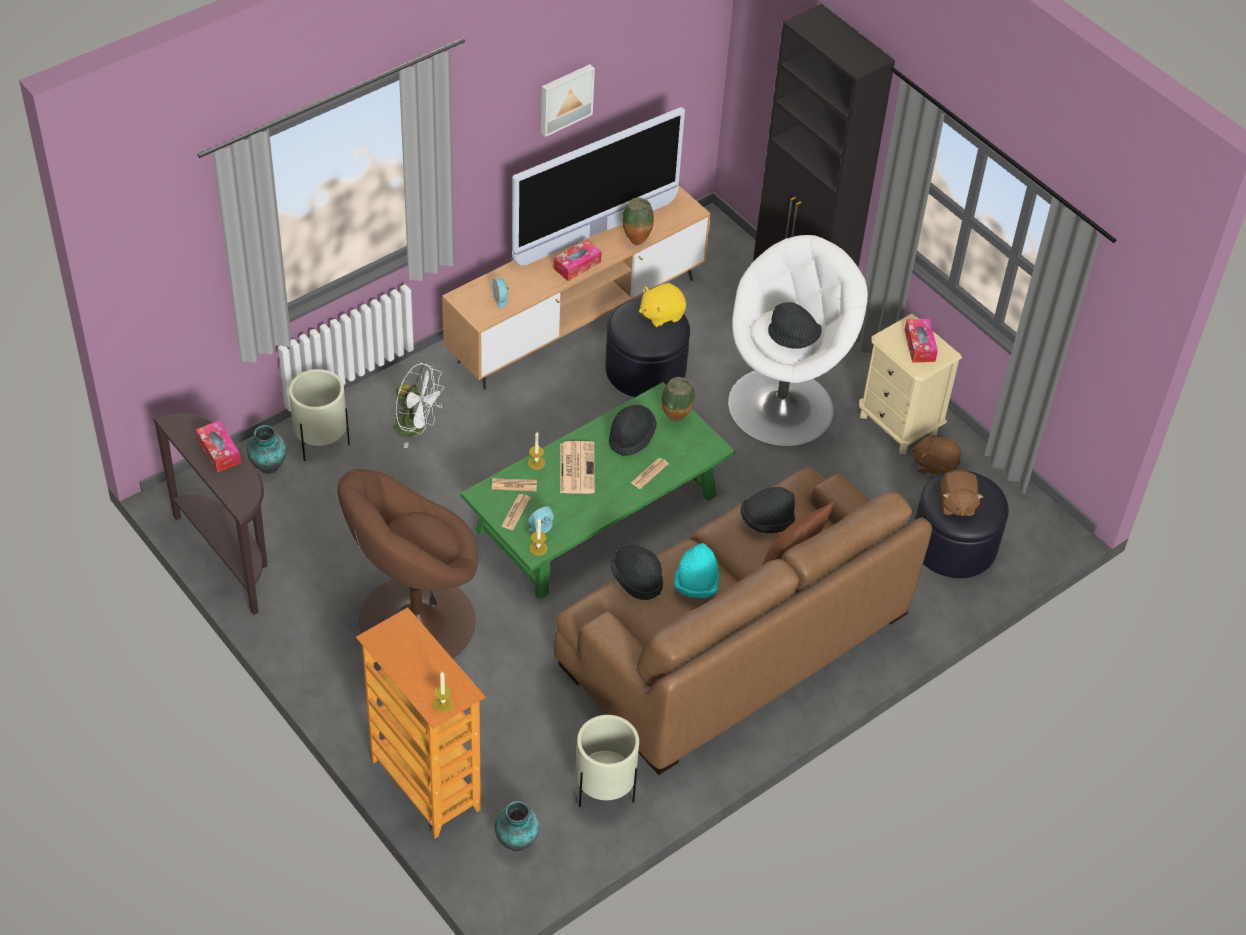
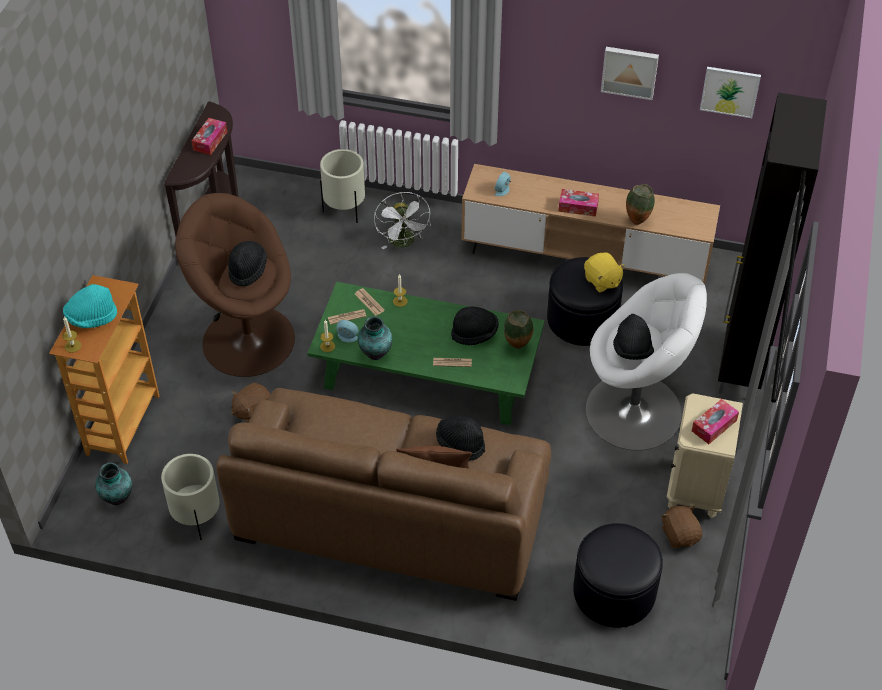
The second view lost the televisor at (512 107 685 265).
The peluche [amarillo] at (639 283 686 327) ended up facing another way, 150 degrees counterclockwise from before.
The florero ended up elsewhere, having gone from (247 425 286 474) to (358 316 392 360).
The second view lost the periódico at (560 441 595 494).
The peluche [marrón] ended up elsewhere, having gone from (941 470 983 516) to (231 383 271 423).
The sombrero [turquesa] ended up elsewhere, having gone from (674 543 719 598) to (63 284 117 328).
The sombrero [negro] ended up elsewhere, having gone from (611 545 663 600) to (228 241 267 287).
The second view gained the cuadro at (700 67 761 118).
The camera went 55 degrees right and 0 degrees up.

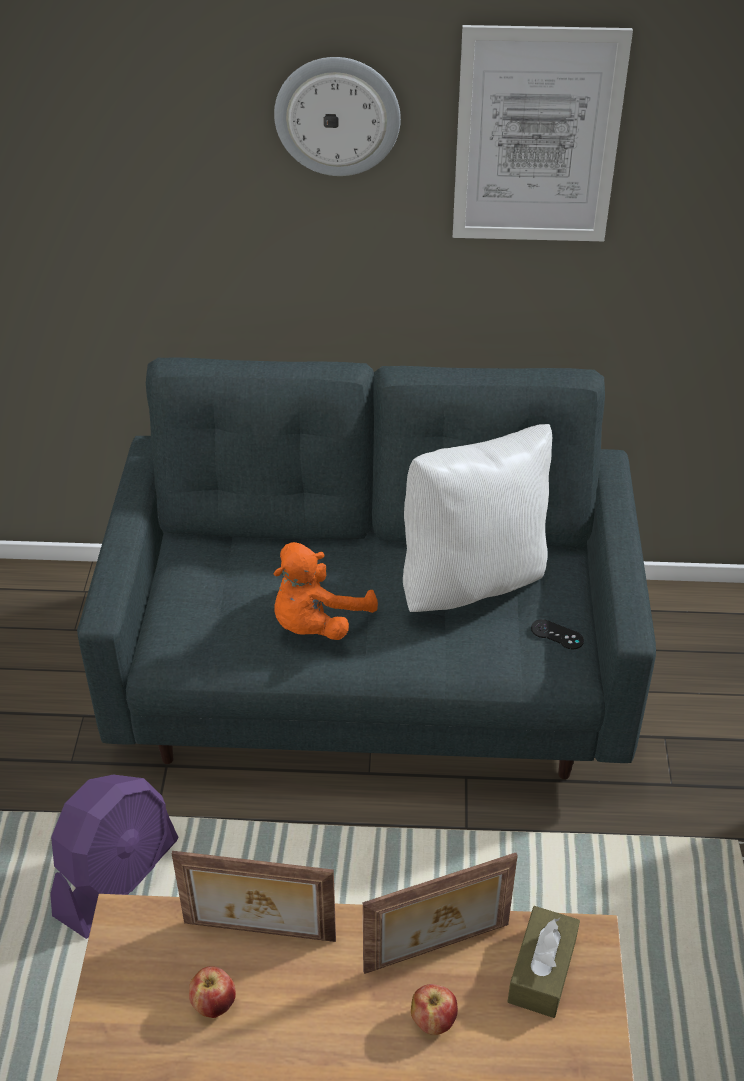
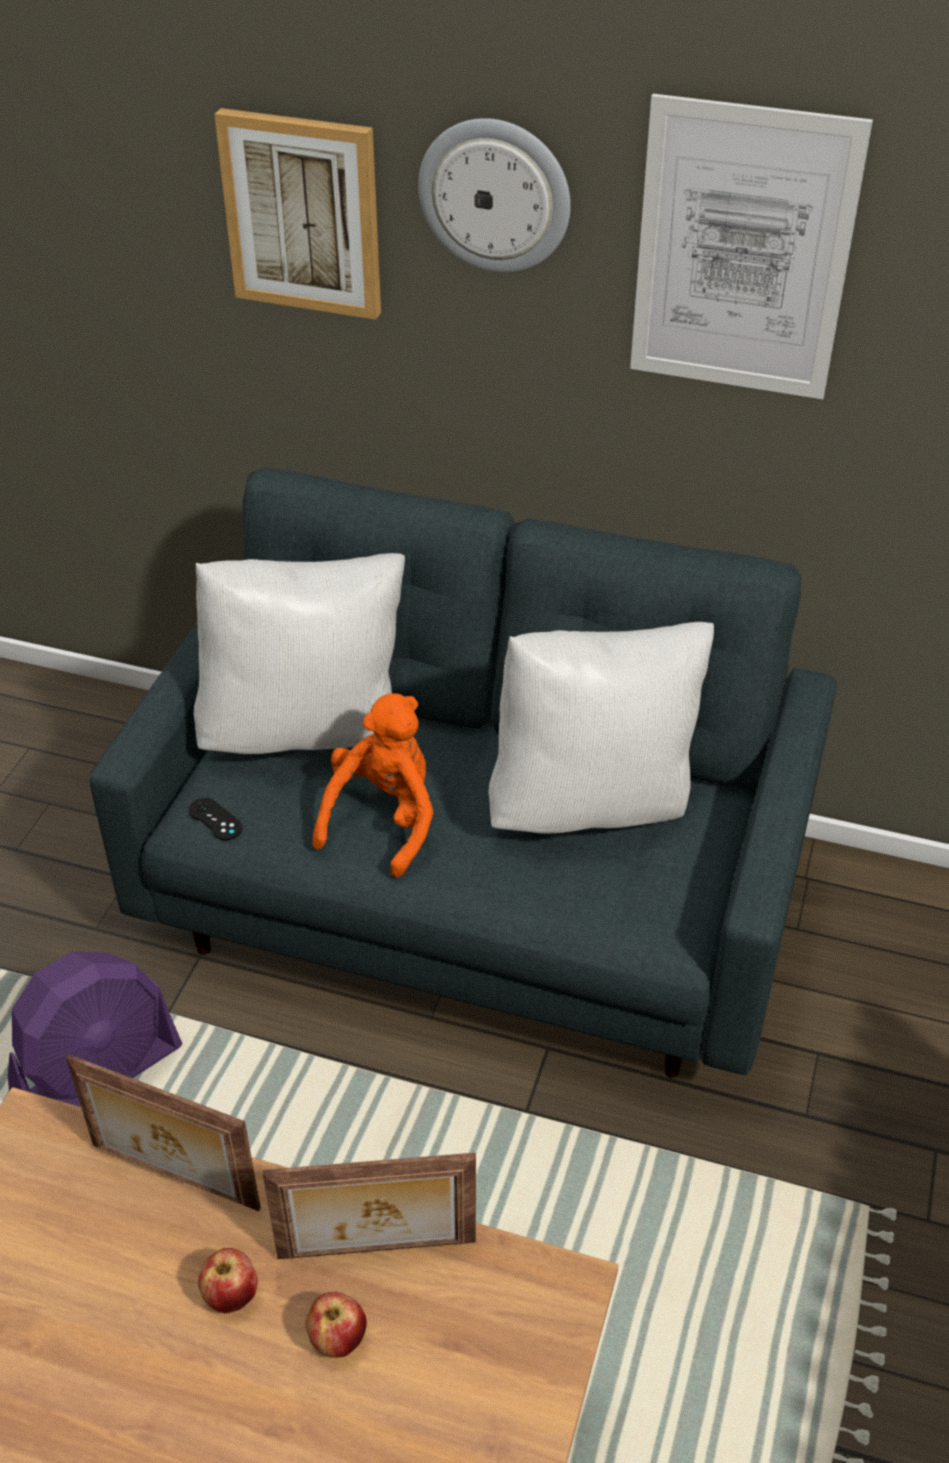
The peluche [naranja] at (273 542 378 640) ended up facing another way, 150 degrees clockwise from before.
The mando de consola [negro] ended up elsewhere, having gone from (531 619 584 649) to (189 798 243 840).
The second view lost the caja de pañuelos [marrón] at (507 906 580 1018).
The manzana ended up elsewhere, having gone from (189 966 236 1018) to (198 1248 258 1313).
The second view gained the cuadro at (214 108 381 320).
The second view gained the cojín [blanco] at (194 553 405 754).
The camera went 15 degrees right and 0 degrees up.

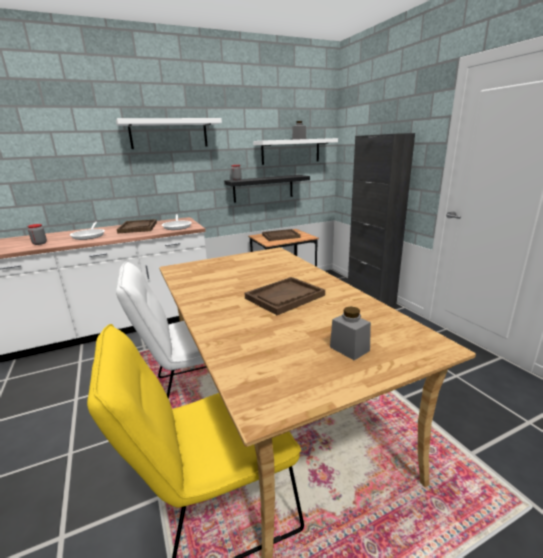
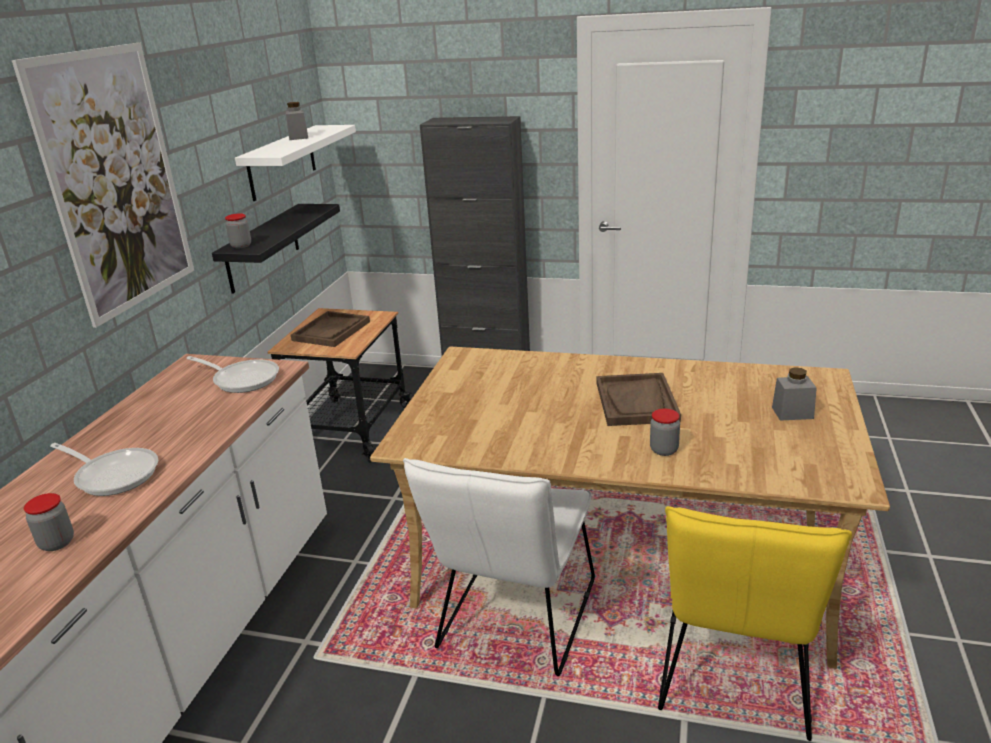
Where the estante [blanco] hung at (116 118 222 149), the cuadro came to hang at (12 43 194 328).
The second view lost the bandeja [marrón] at (117 219 157 233).
The second view gained the tarro at (650 409 680 456).
The camera went 50 degrees left and 5 degrees up.

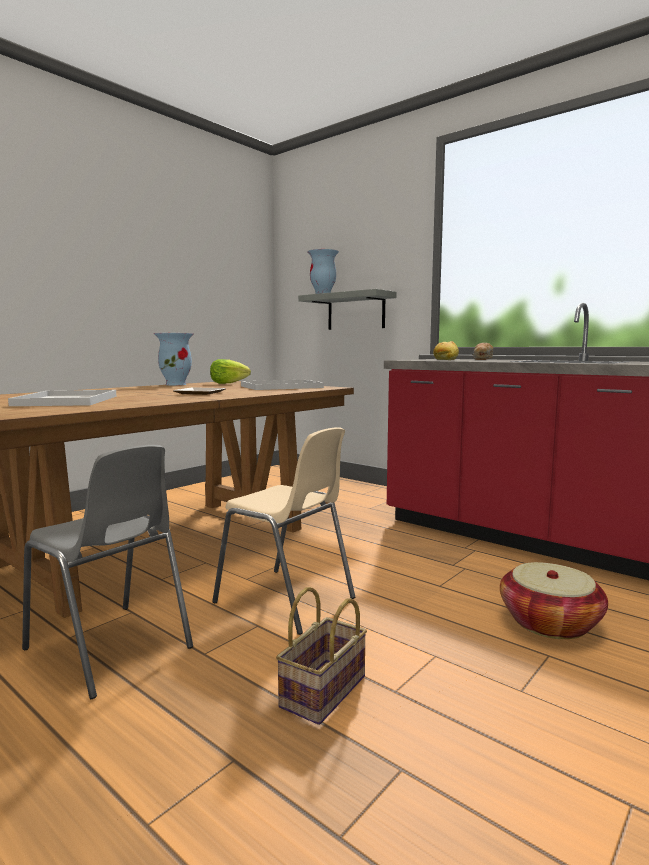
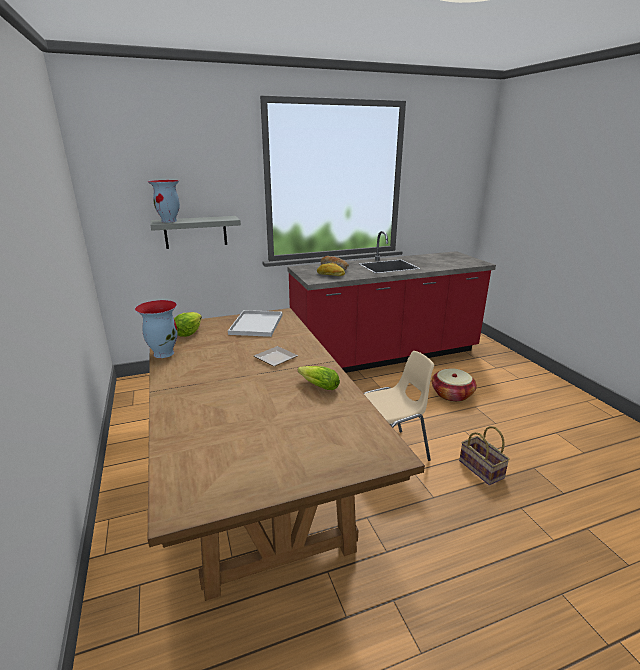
The second view lost the bandeja [blanco] at (8 390 117 406).
The second view lost the silla [gris] at (22 445 193 699).
The second view gained the lechuga at (298 366 340 390).
The camera went 60 degrees left and 15 degrees up.

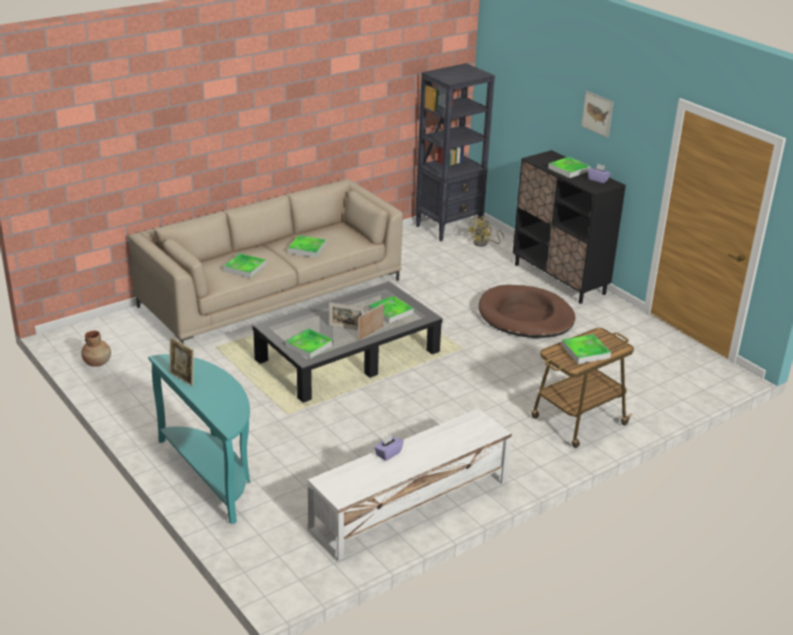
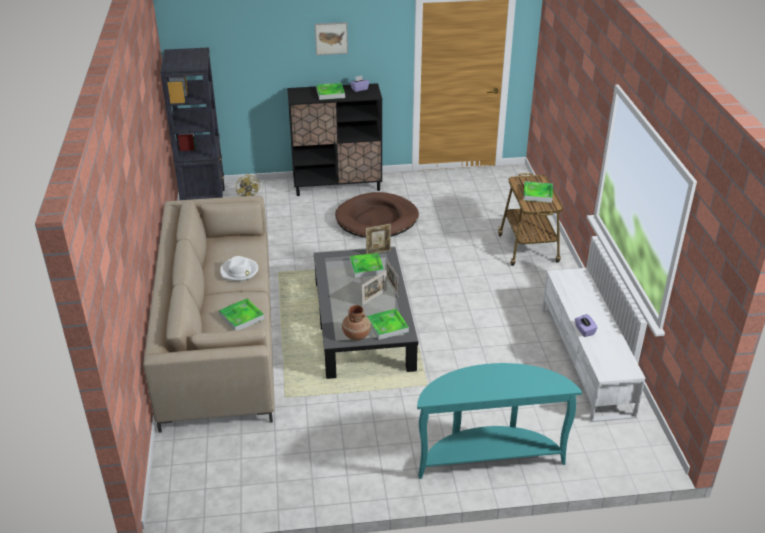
Where the bandeja stood at (288 235 326 258), the sombrero [blanco] came to stand at (220 256 258 281).
The florero [marrón] ended up elsewhere, having gone from (81 331 111 367) to (342 305 371 340).
The portarretratos ended up elsewhere, having gone from (170 337 194 386) to (366 224 391 254).
The camera went 60 degrees left and 5 degrees up.

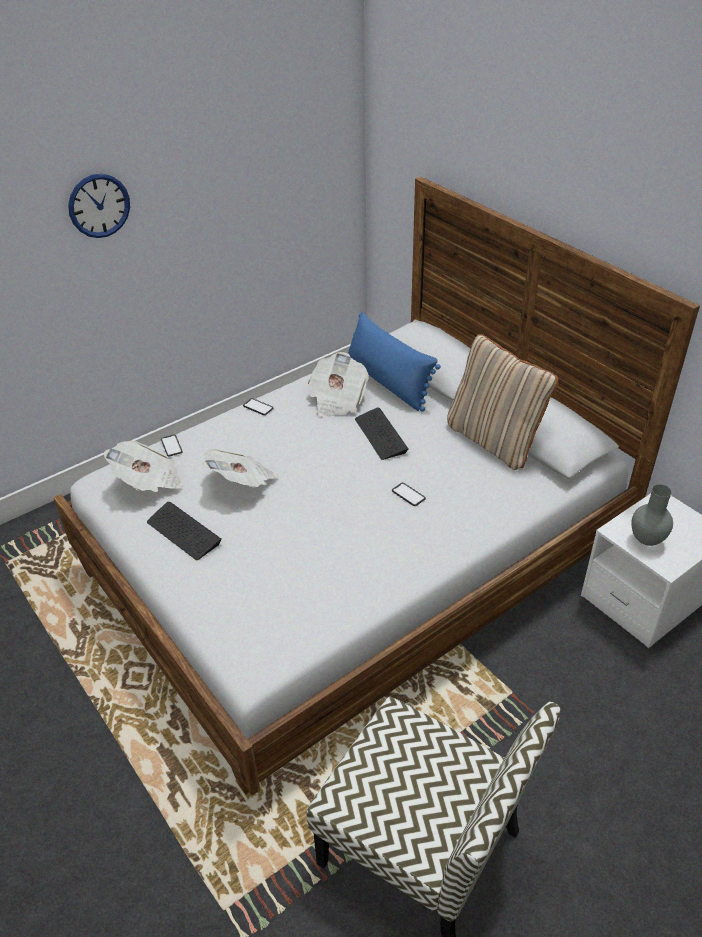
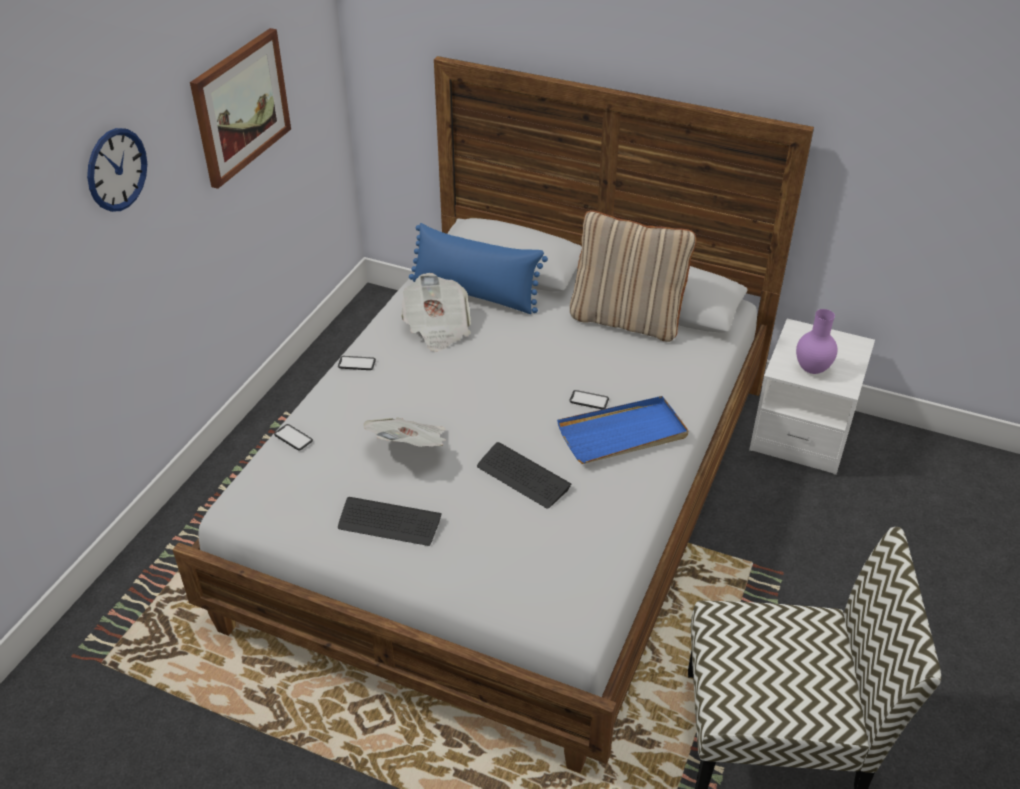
The teclado ended up elsewhere, having gone from (355 407 408 460) to (477 442 571 509).
The second view lost the periódico at (104 441 183 492).
What was the florero [gris] at (631 484 673 546) turned into the florero [morado] at (796 309 838 374).
The second view gained the cuadro at (190 28 291 189).
The second view gained the bandeja [azul] at (557 396 689 464).
The camera went 30 degrees left and 0 degrees up.

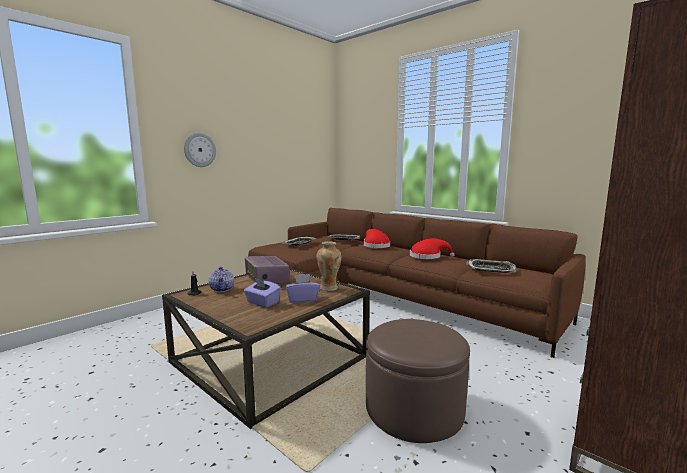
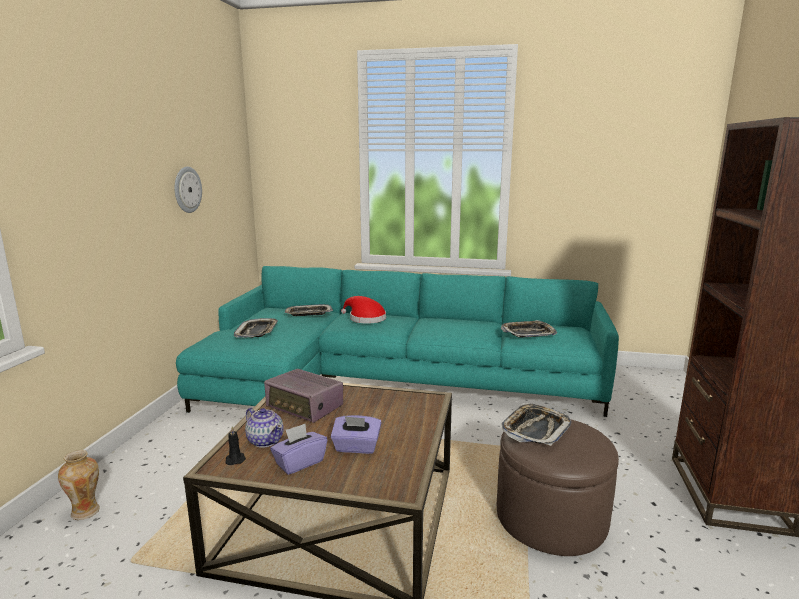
The reloj de pared ended up elsewhere, having gone from (184 133 216 167) to (175 167 202 213).
What was the sofá [marrón] at (248 208 586 358) turned into the sofá [turquesa] at (176 266 619 417).
The second view lost the sombrero [rojo] at (410 238 455 259).
The florero ended up elsewhere, having gone from (316 241 342 291) to (58 450 100 520).
The caja de pañuelos [morado] ended up elsewhere, having gone from (286 274 320 303) to (270 424 327 475).
The second view gained the bandeja at (502 403 571 446).
The camera went 30 degrees left and 5 degrees up.

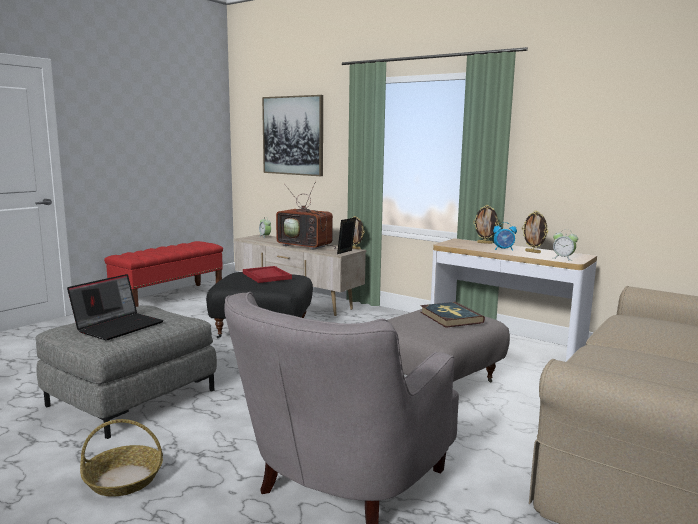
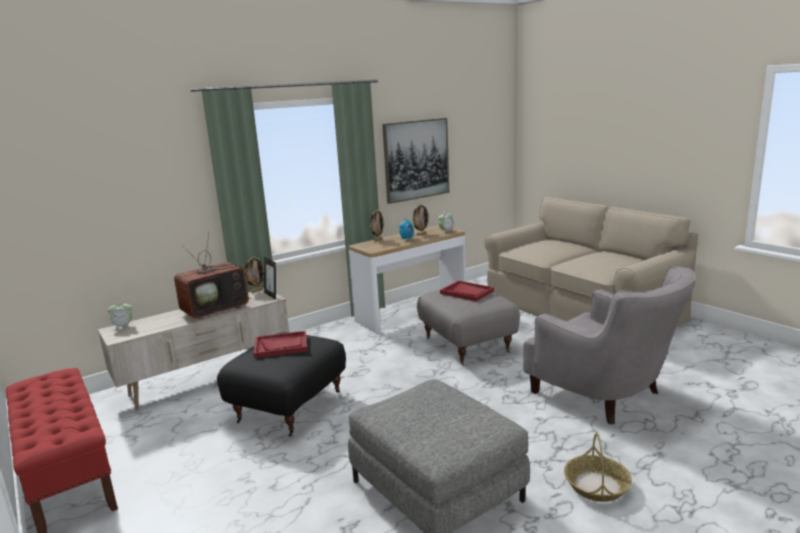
The cuadro ended up elsewhere, having gone from (262 95 323 176) to (382 118 449 204).
The second view lost the portátil at (67 274 164 340).
Where the libro stood at (420 302 485 328), the bandeja [rojo] came to stand at (440 280 494 301).
The camera went 70 degrees left and 5 degrees up.

